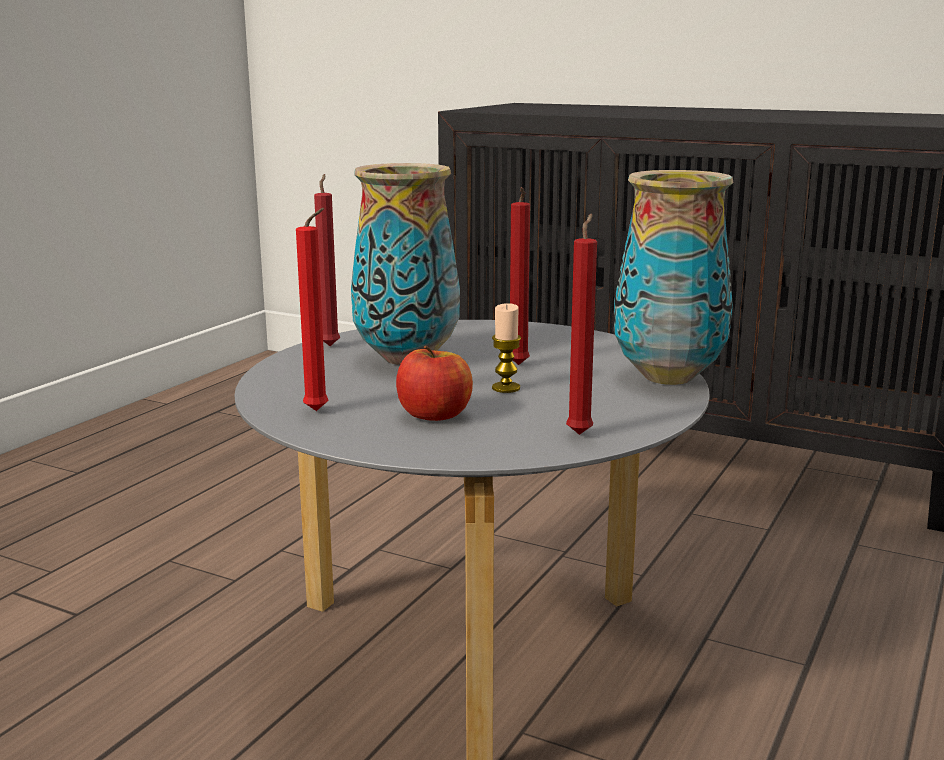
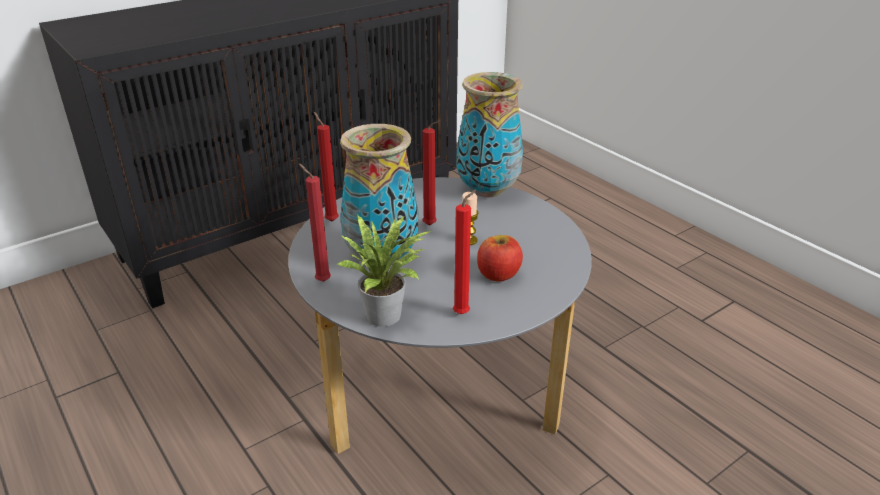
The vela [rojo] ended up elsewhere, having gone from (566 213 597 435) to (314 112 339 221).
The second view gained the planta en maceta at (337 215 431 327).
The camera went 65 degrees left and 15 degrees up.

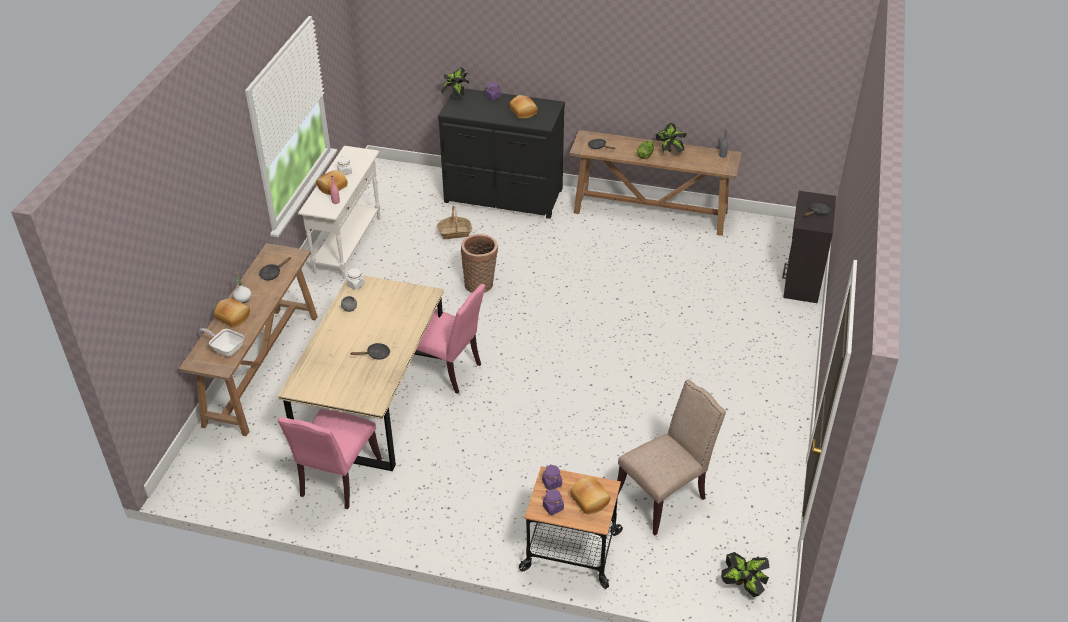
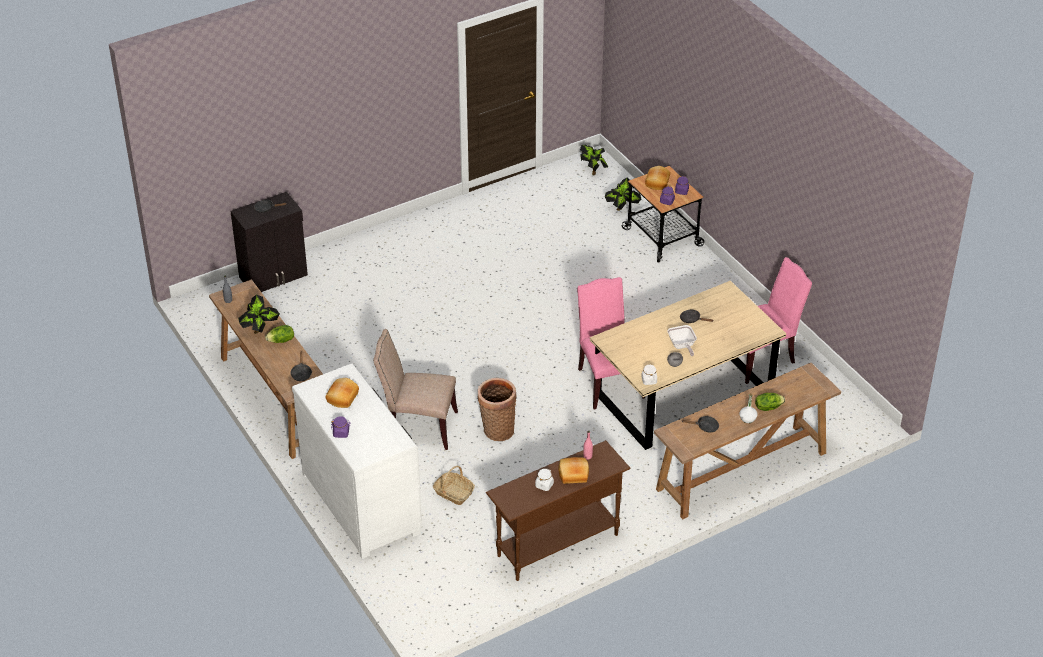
The planta en maceta ended up elsewhere, having gone from (441 67 469 96) to (605 178 641 211).
What was the cómoda [negro] at (438 89 565 219) turned into the cómoda [blanco] at (292 363 422 559).
What was the mesa consola [blanco] at (298 146 380 279) turned into the mesa consola [marrón] at (486 440 631 581).
Where the pan stood at (214 298 250 328), the lechuga came to stand at (755 393 785 411).
The sartén ended up elsewhere, having gone from (200 328 244 357) to (667 325 697 356).
The silla [beis] ended up elsewhere, having gone from (617 380 726 536) to (373 329 458 450).
The camera went 135 degrees left and 0 degrees up.

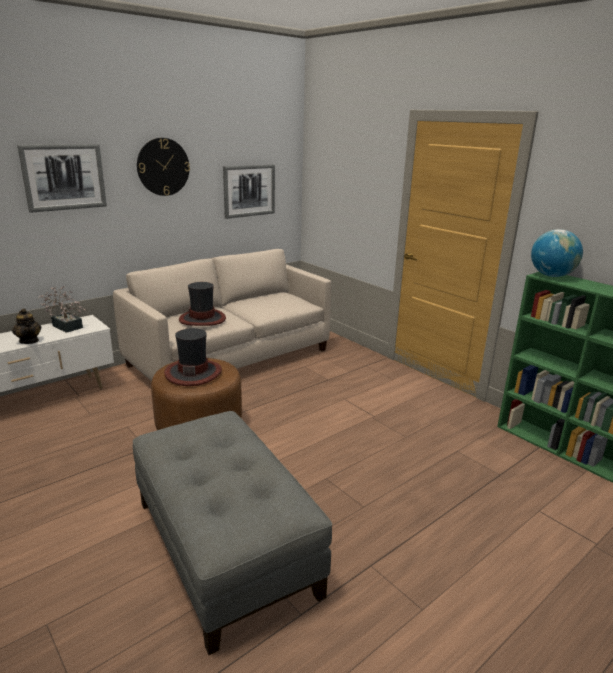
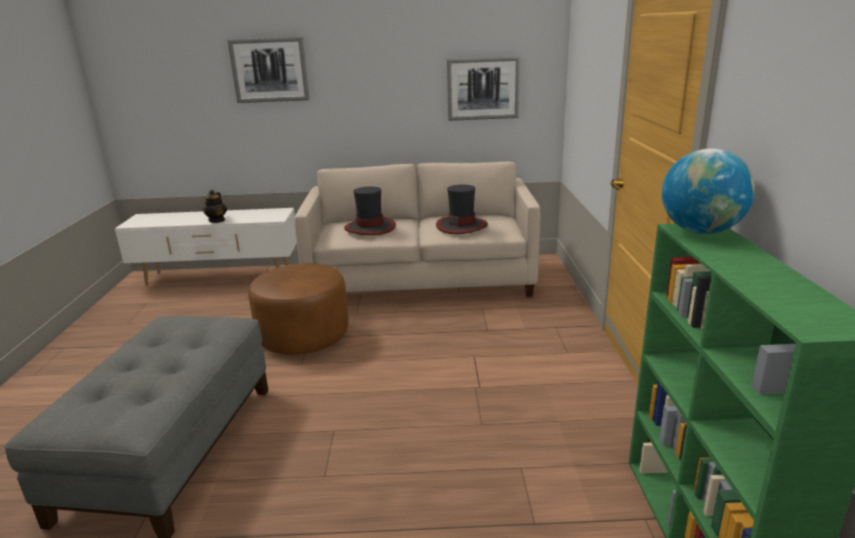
The second view lost the reloj de pared at (137 138 190 196).
The second view lost the planta en maceta at (39 286 86 333).
The sombrero ended up elsewhere, having gone from (164 328 222 386) to (436 185 488 234).
The camera went 40 degrees right and 0 degrees up.

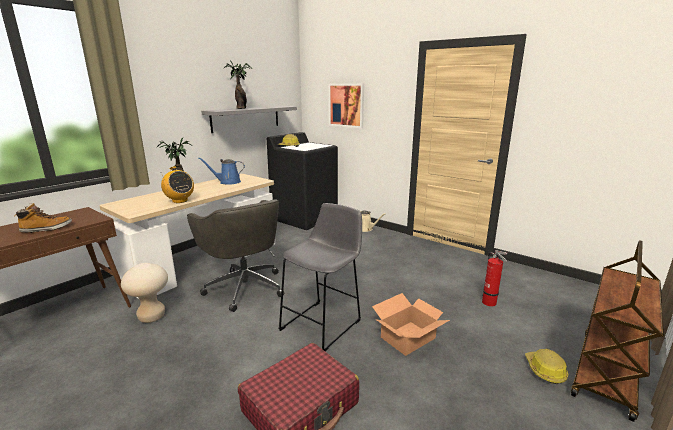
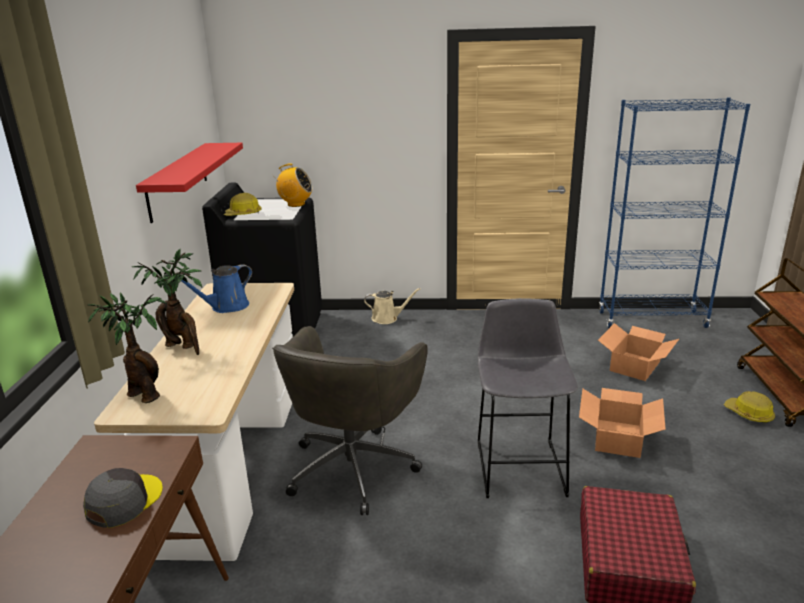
The planta en maceta ended up elsewhere, having gone from (223 60 252 109) to (88 292 167 403).
The second view lost the cuadro at (329 84 364 128).
What was the estante [gris] at (201 106 297 133) turned into the estante [rojo] at (136 143 243 223).
The radio ended up elsewhere, having gone from (161 166 194 203) to (272 163 313 207).
The silla de oficina [gris] at (187 199 284 312) ended up facing another way, 90 degrees clockwise from before.
Where the bota stood at (15 203 72 233), the gorra [gris] came to stand at (83 468 163 528).
Where the extintor stood at (482 250 507 306), the caja de cartón came to stand at (598 323 679 381).
The second view lost the taburete [beis] at (121 263 168 323).
The second view gained the estantería [azul] at (599 97 750 328).
The camera went 35 degrees left and 5 degrees up.

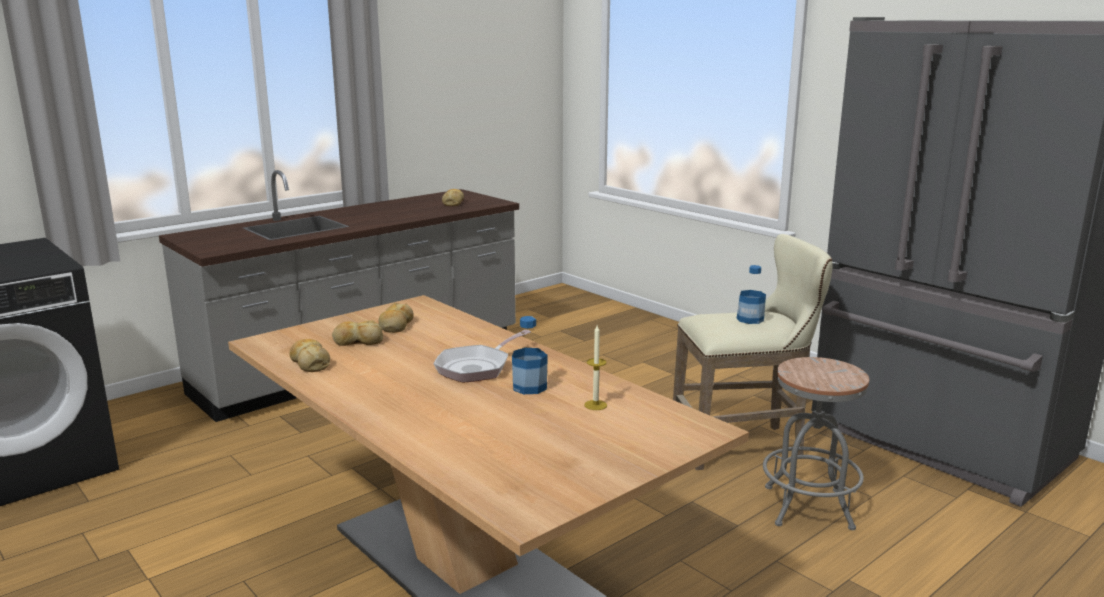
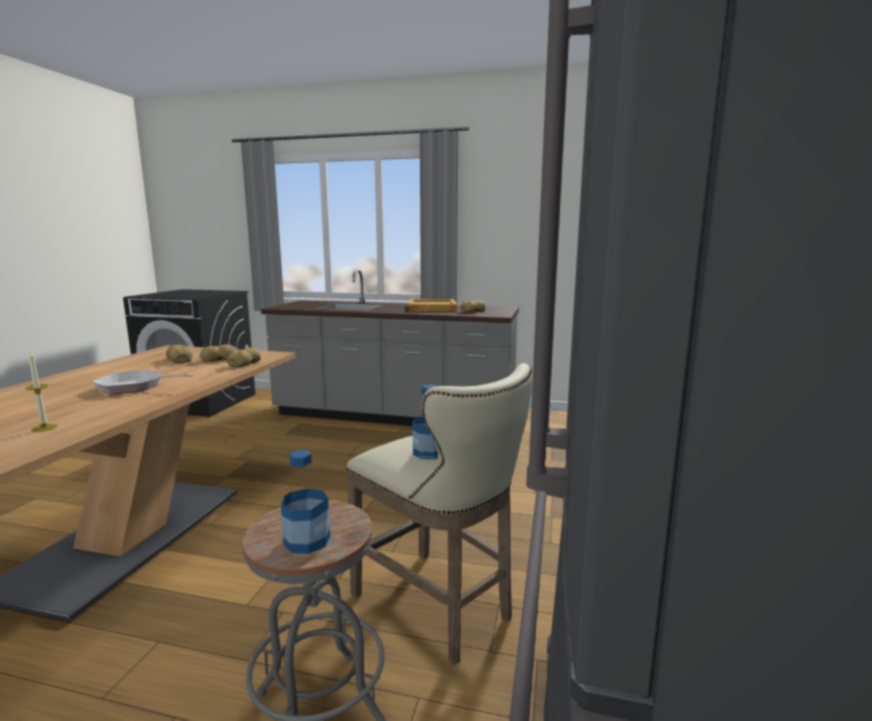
The botella ended up elsewhere, having gone from (512 316 548 394) to (281 450 330 554).
The pan ended up elsewhere, having gone from (290 339 330 372) to (227 347 261 367).
The second view gained the bandeja [beis] at (409 299 457 311).
The camera went 55 degrees right and 5 degrees down.

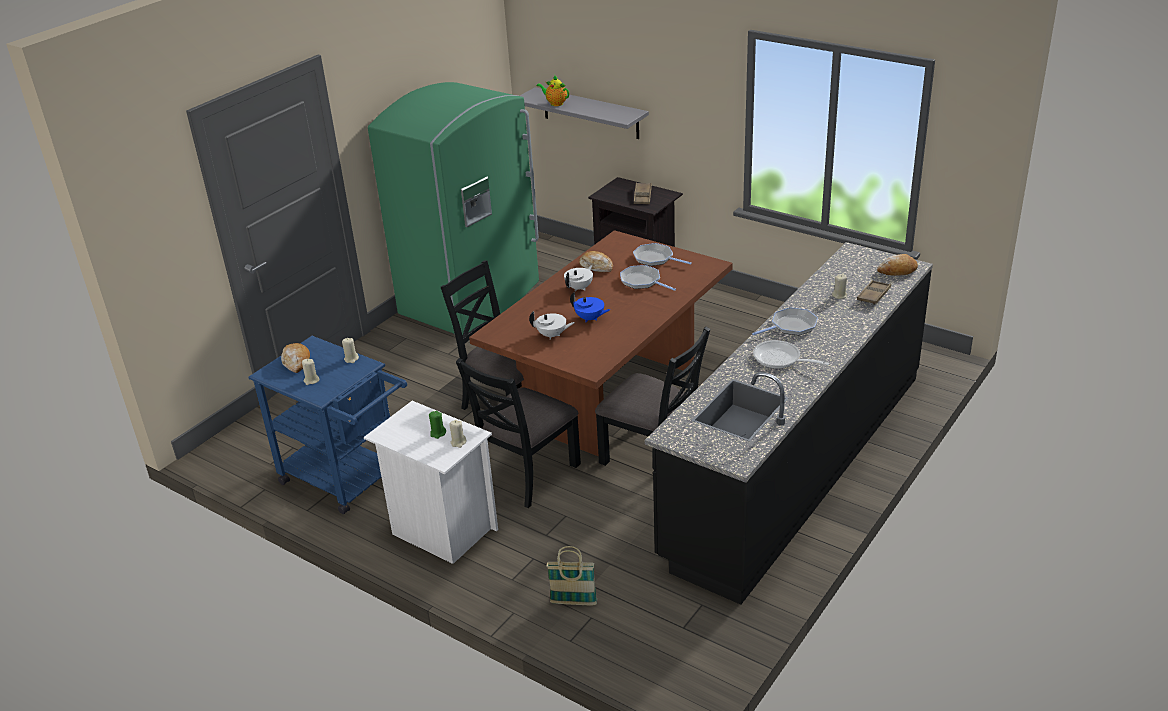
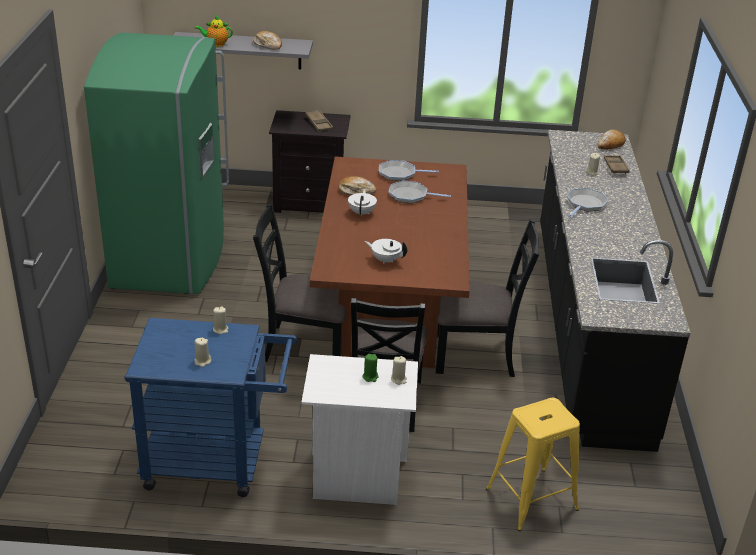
The second view lost the tetera [azul] at (570 292 610 322).
The tetera [blanco] at (529 311 575 340) ended up facing another way, 135 degrees counterclockwise from before.
The second view lost the sartén at (753 340 829 369).
The pan ended up elsewhere, having gone from (281 343 310 373) to (253 31 282 50).
Where the cesta stood at (546 546 597 606), the taburete [amarillo] came to stand at (486 398 580 531).
The camera went 35 degrees left and 0 degrees up.

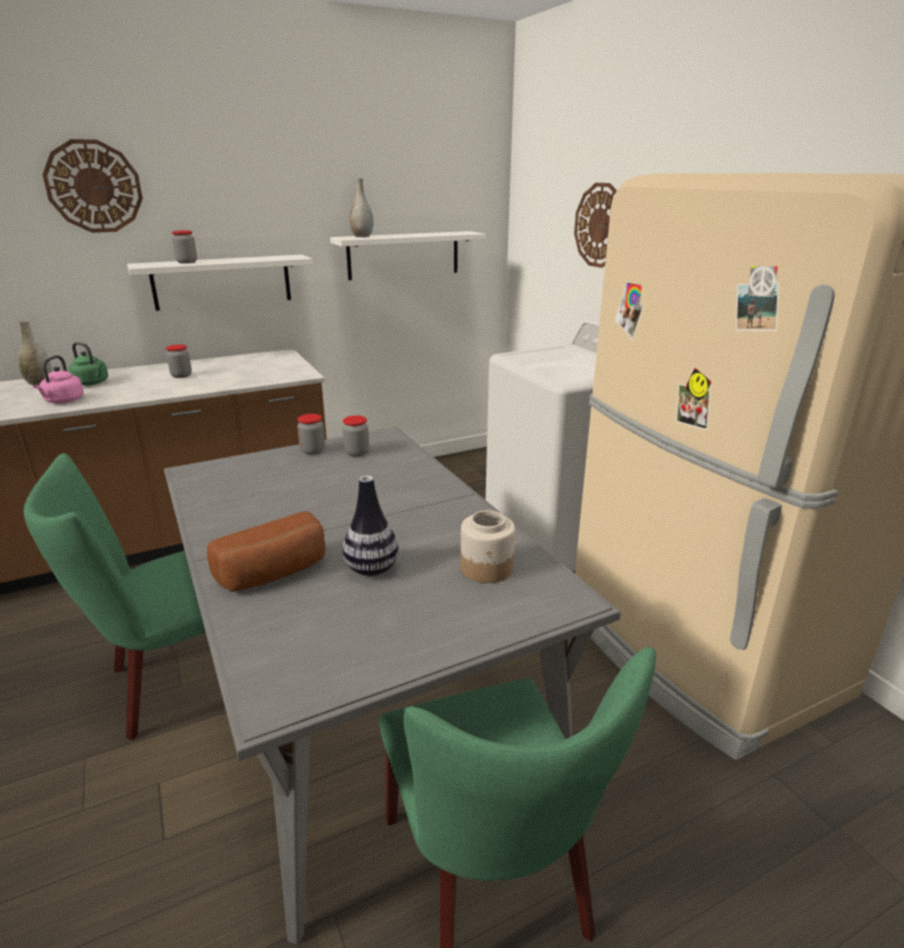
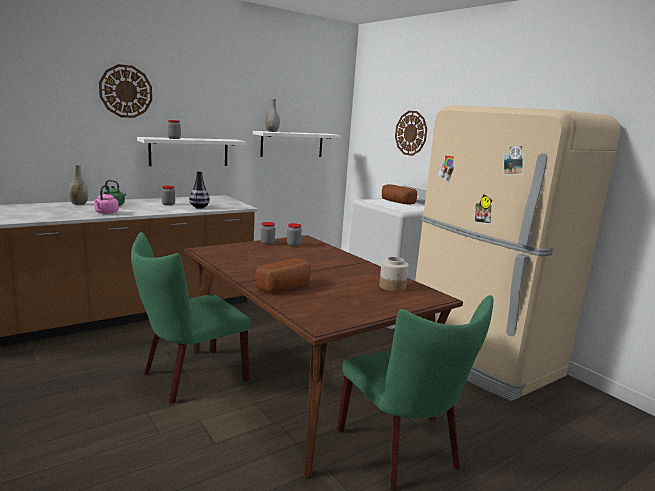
What was the mesa de comedor [gris] at (164 427 621 944) turned into the mesa de comedor [marrón] at (185 235 463 478).
The florero ended up elsewhere, having gone from (343 476 399 576) to (189 171 210 209).
The second view gained the pan at (382 184 417 205).
The camera went 10 degrees left and 10 degrees down.

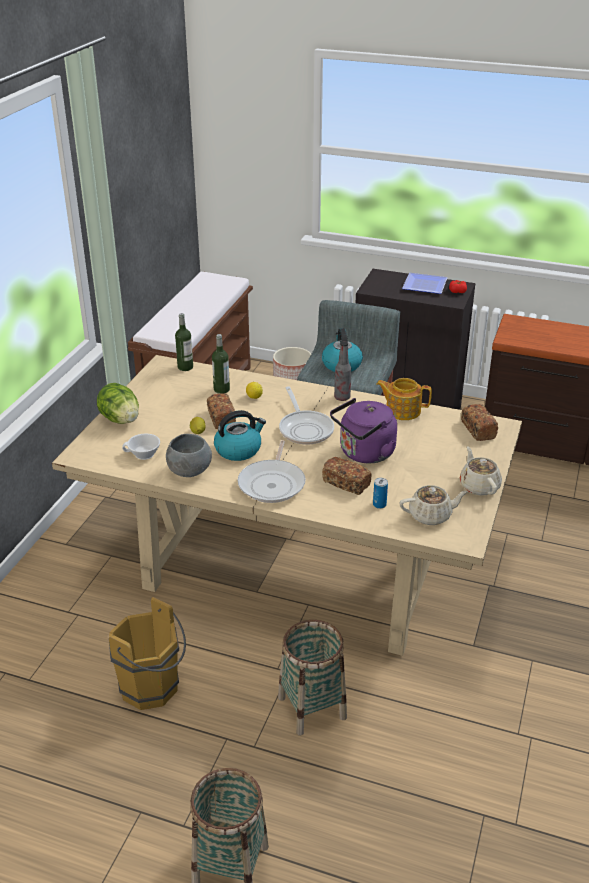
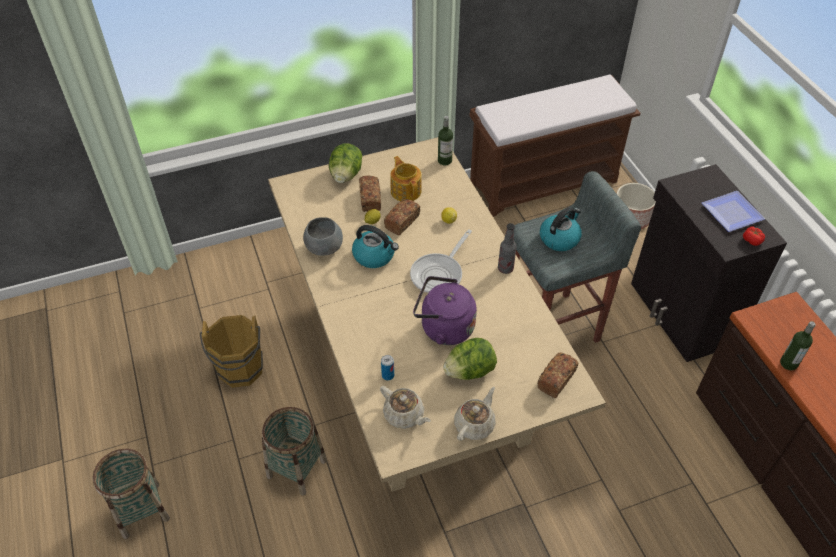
The botella ended up elsewhere, having gone from (212 334 230 394) to (780 321 815 370).
The tetera ended up elsewhere, having gone from (376 378 432 420) to (390 156 422 201).
The second view lost the taza [blanco] at (122 433 160 460).
The second view lost the sartén at (237 440 305 503).
The pan ended up elsewhere, having gone from (322 457 372 495) to (359 176 381 212).
The second view gained the lechuga at (443 338 497 380).
The camera went 50 degrees right and 15 degrees up.

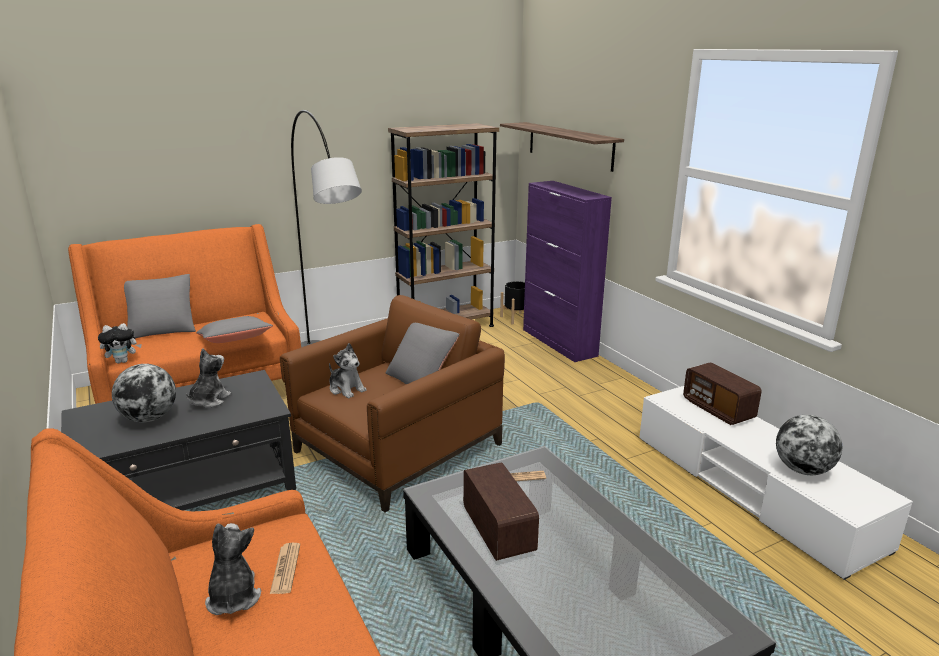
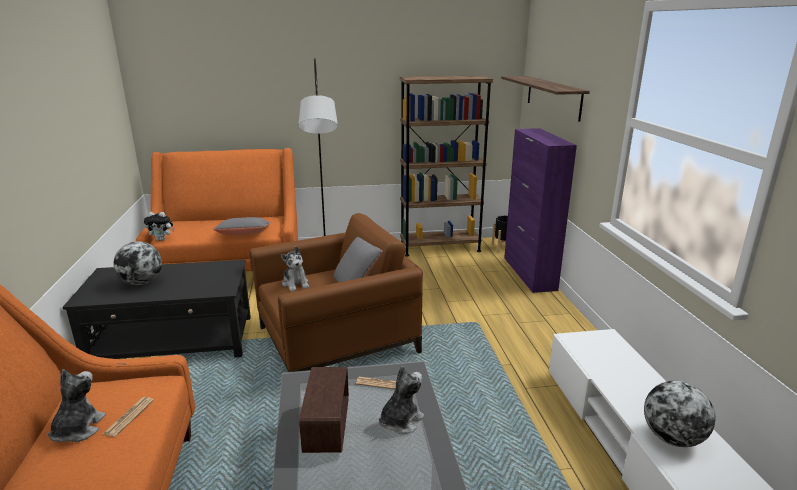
The second view lost the cojín [gris] at (124 274 196 338).
The peluche ended up elsewhere, having gone from (186 348 231 408) to (379 366 424 434).
The second view lost the radio at (683 363 762 425).
The camera went 20 degrees right and 0 degrees up.

